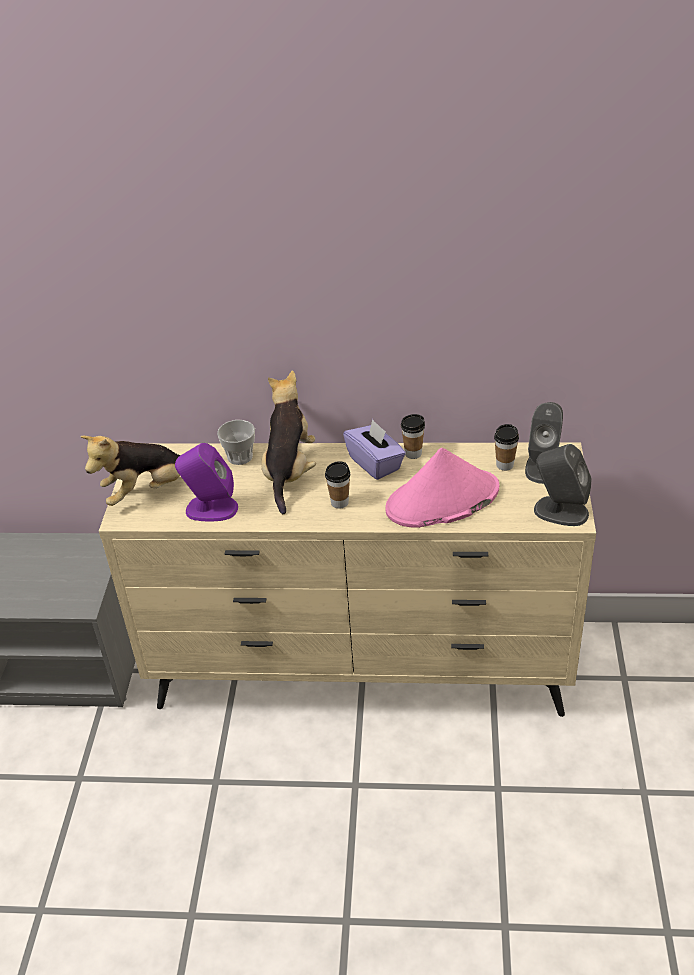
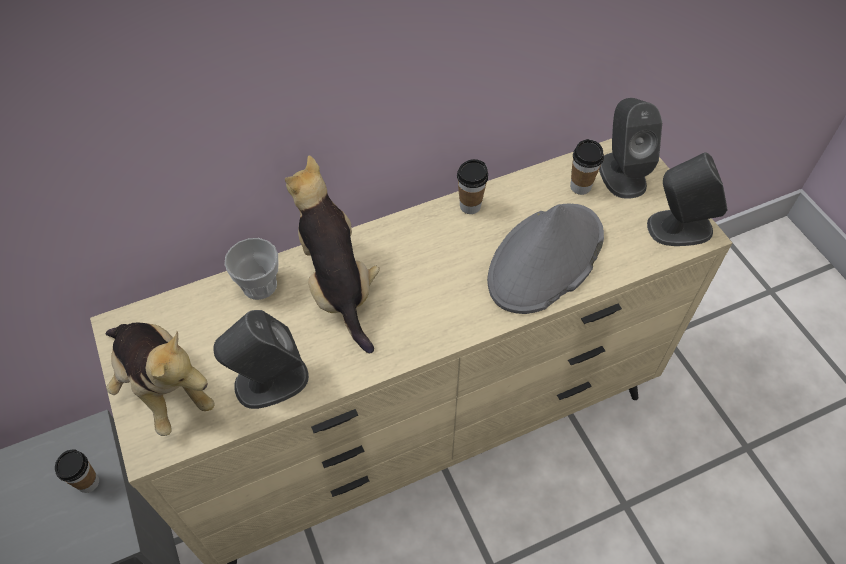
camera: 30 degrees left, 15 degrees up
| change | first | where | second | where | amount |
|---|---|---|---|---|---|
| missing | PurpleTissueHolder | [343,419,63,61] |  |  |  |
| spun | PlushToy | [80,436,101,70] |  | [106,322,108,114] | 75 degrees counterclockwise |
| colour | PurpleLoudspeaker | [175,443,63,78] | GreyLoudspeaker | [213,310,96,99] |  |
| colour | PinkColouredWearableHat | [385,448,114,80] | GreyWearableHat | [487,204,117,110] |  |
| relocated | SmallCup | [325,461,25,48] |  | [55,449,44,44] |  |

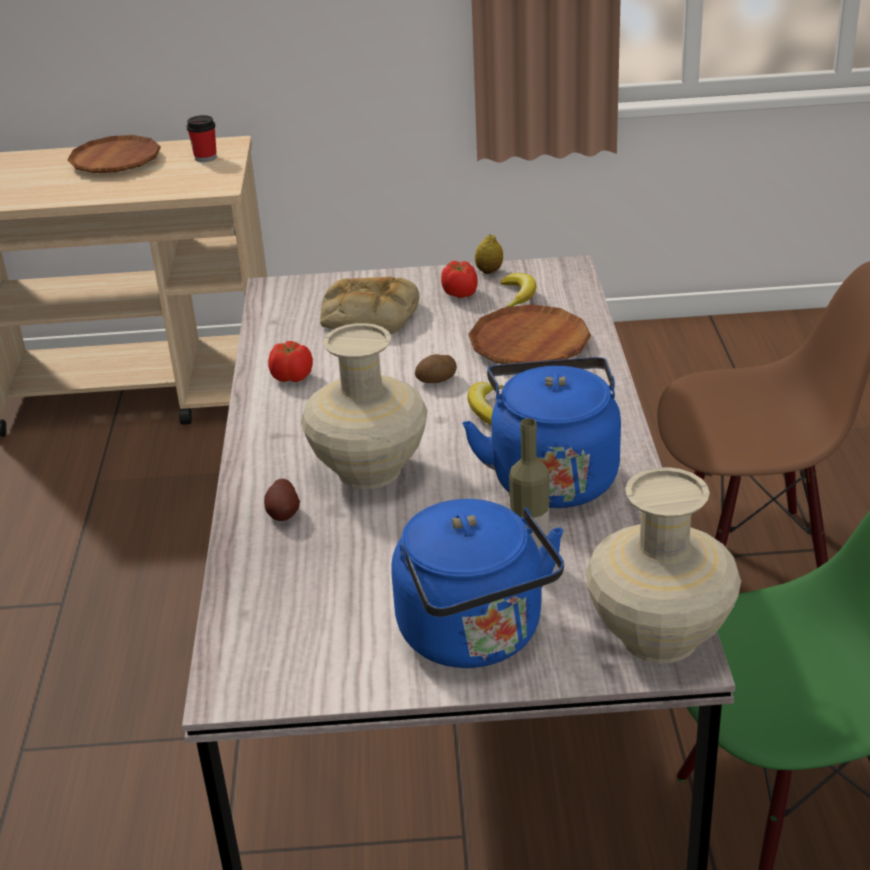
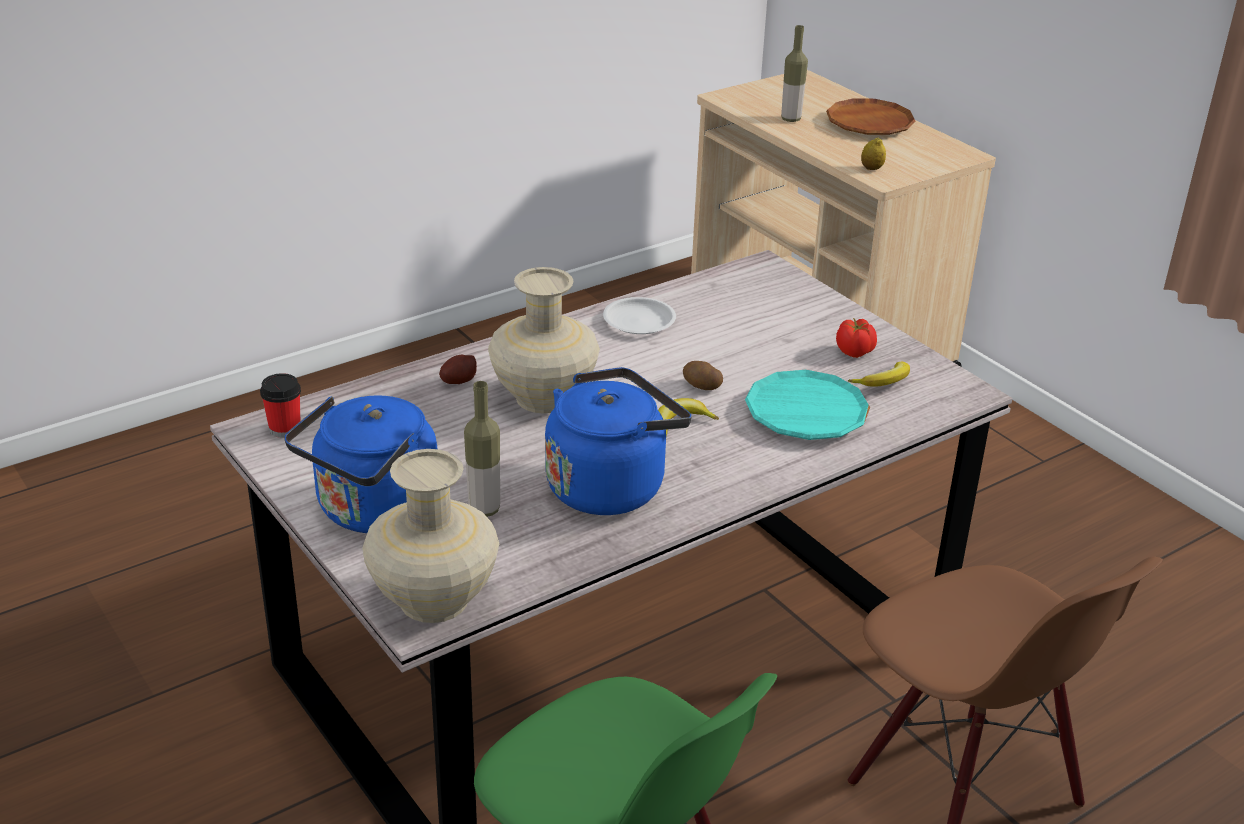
camera: 55 degrees right, 0 degrees up
| change | first | where | second | where | amount |
|---|---|---|---|---|---|
| relocated | SmallCup | [187,115,30,47] |  | [260,373,41,65] |  |
| relocated | WholeLemon | [475,234,28,40] |  | [861,137,25,33] |  |
| missing | BakeryBread | [320,276,99,58] |  |  |  |
| colour | BrownishDinnerPlate | [468,304,123,60] | TurquoiseDinnerPlate | [745,370,125,70] |  |
| exchanged | WholeTomato | [268,341,45,41] | WhiteDinnerPlate | [603,297,73,37] |  |
| appeared |  |  | BeverageBottle | [781,25,27,97] |  |

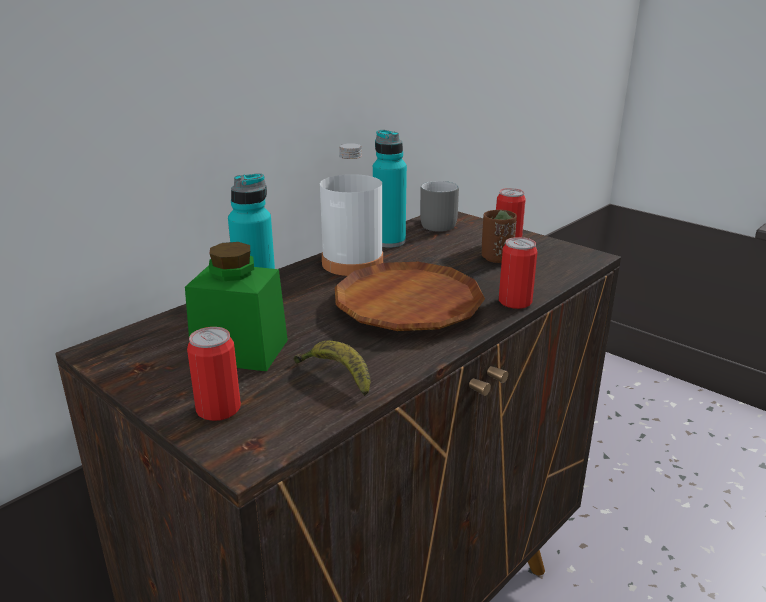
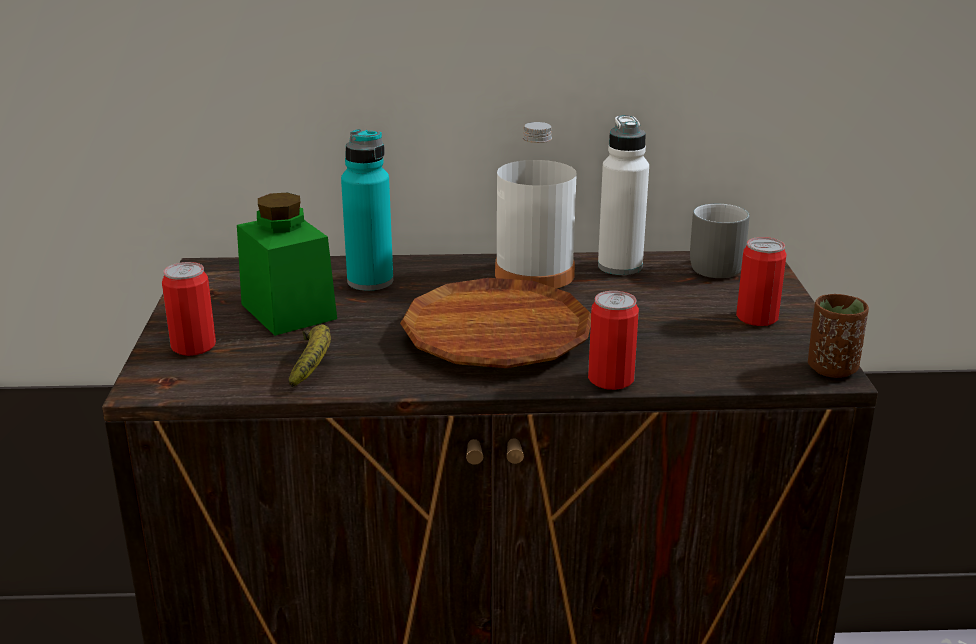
camera: 45 degrees right, 0 degrees up
| change | first | where | second | where | amount |
|---|---|---|---|---|---|
| colour | TurquoiseBeverageBottle | [373,130,34,118] | WhiteBeverageBottle | [598,115,51,160] |  |
| relocated | BrownishSmallCup | [482,210,35,53] |  | [808,294,61,84] |  |

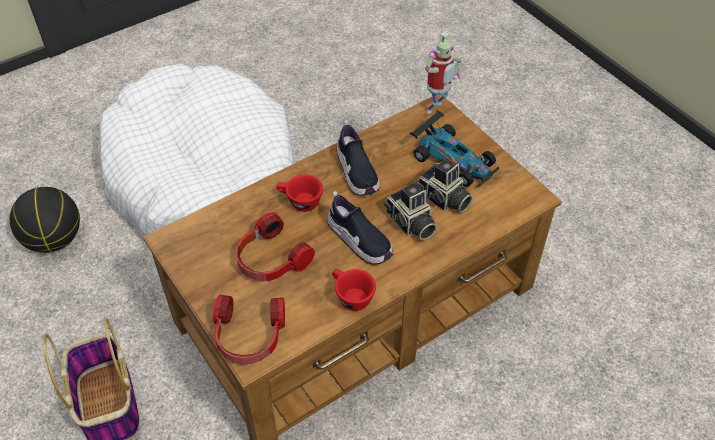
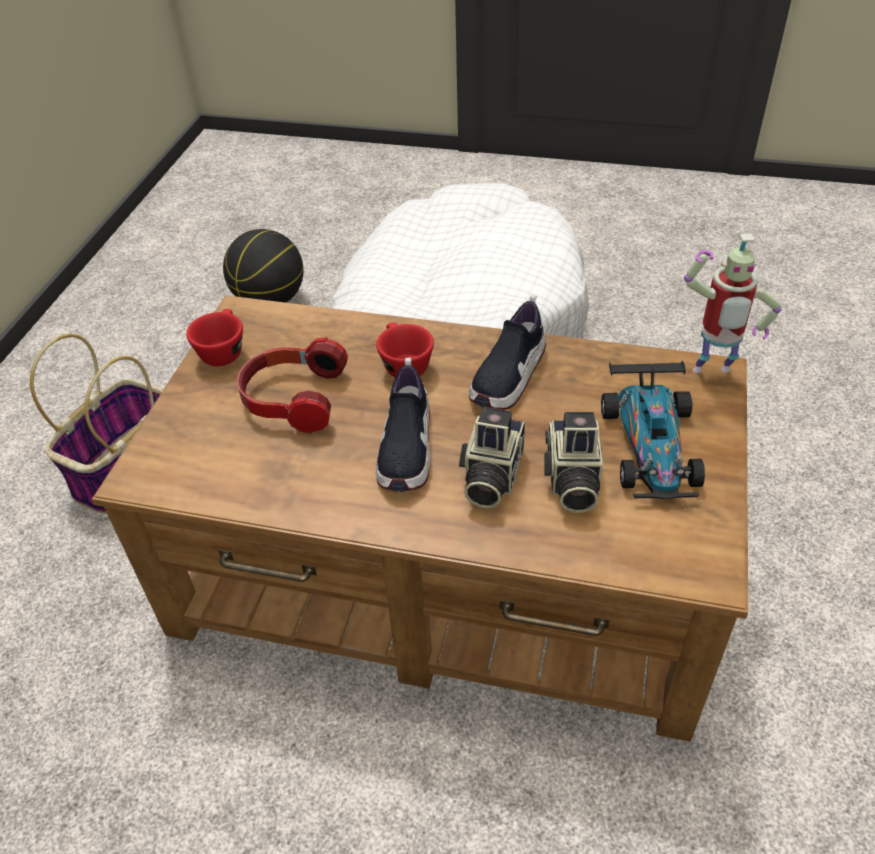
camera: 50 degrees right, 5 degrees down
| change | first | where | second | where | amount |
|---|---|---|---|---|---|
| relocated | RedSmallCup | [332,269,44,42] |  | [186,309,57,57] |  |
| missing | Headphones | [213,295,72,70] |  |  |  |

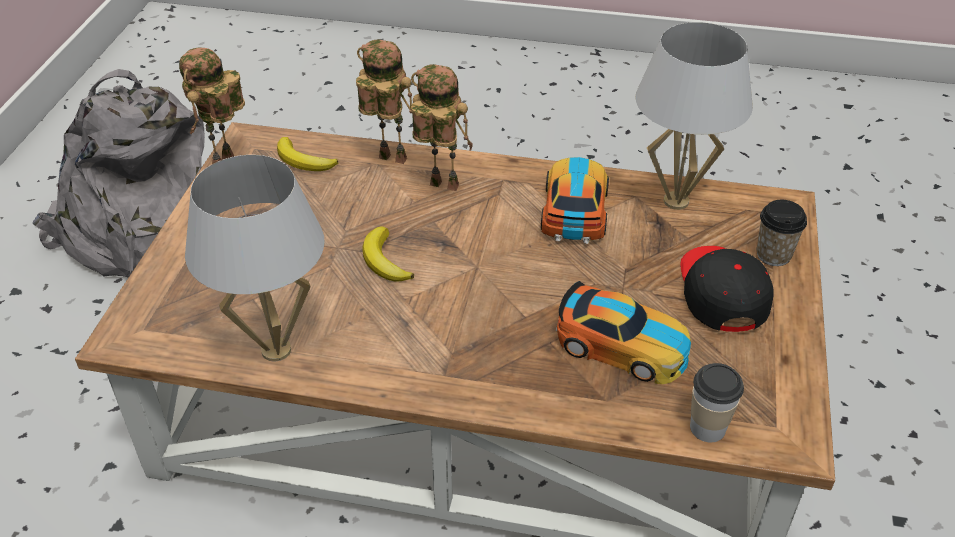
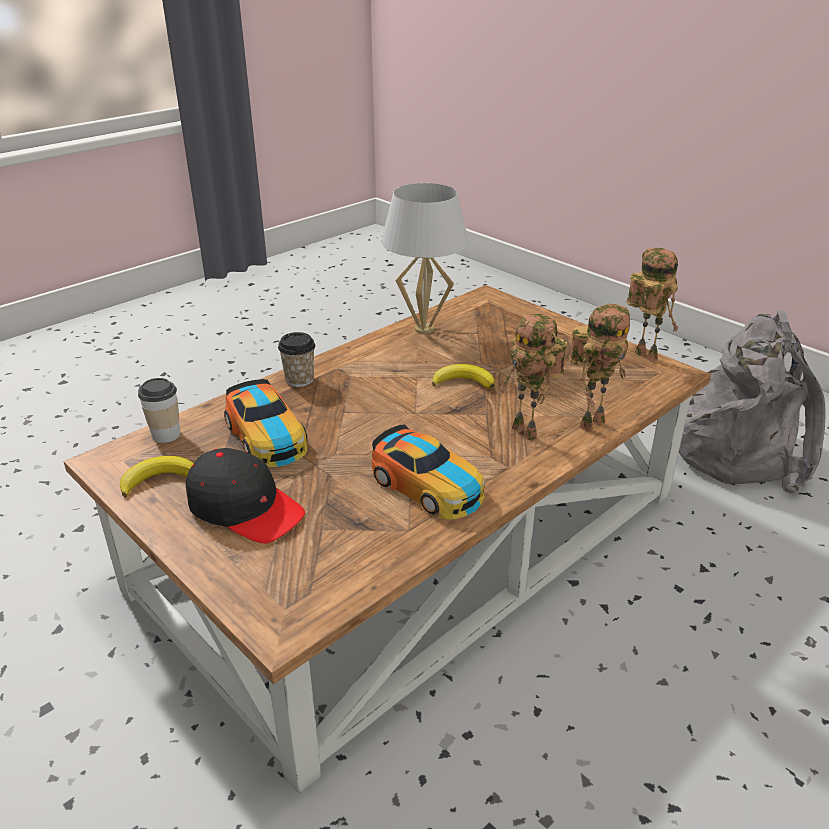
camera: 125 degrees right, 10 degrees down
| change | first | where | second | where | amount |
|---|---|---|---|---|---|
| missing | WhiteTableLamp | [635,22,118,188] |  |  |  |
| spun | ModelRobot | [411,64,62,127] |  | [498,314,69,127] | 90 degrees clockwise |
| relocated | BananaFruit | [277,137,61,34] |  | [120,456,74,42] |  |
| relocated | SmallCup | [757,200,50,66] |  | [278,332,37,55] |  |
| spun | ModelCar | [555,281,136,103] |  | [224,379,84,88] | 90 degrees counterclockwise |

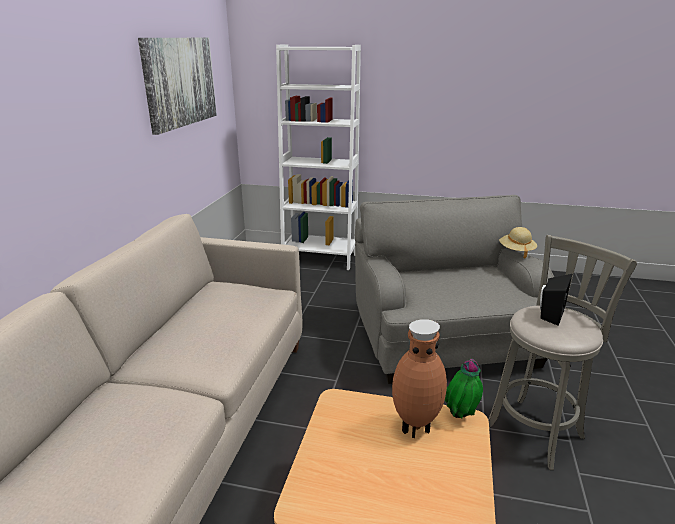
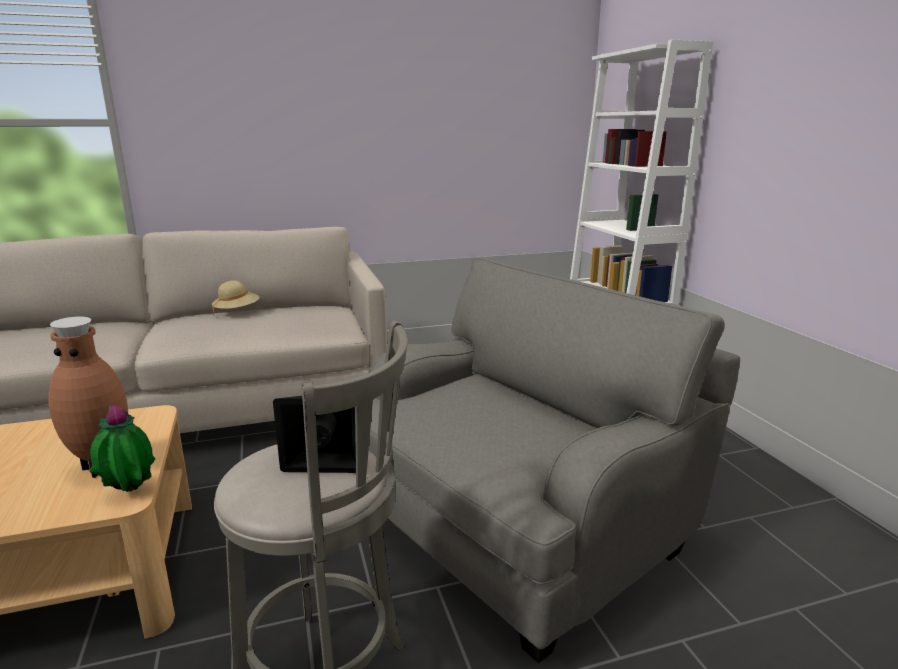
camera: 60 degrees right, 5 degrees down
| change | first | where | second | where | amount |
|---|---|---|---|---|---|
| missing | Picture | [138,38,79,97] |  |  |  |
| relocated | BeigeWearableHat | [499,227,38,32] |  | [212,280,48,34] |  |

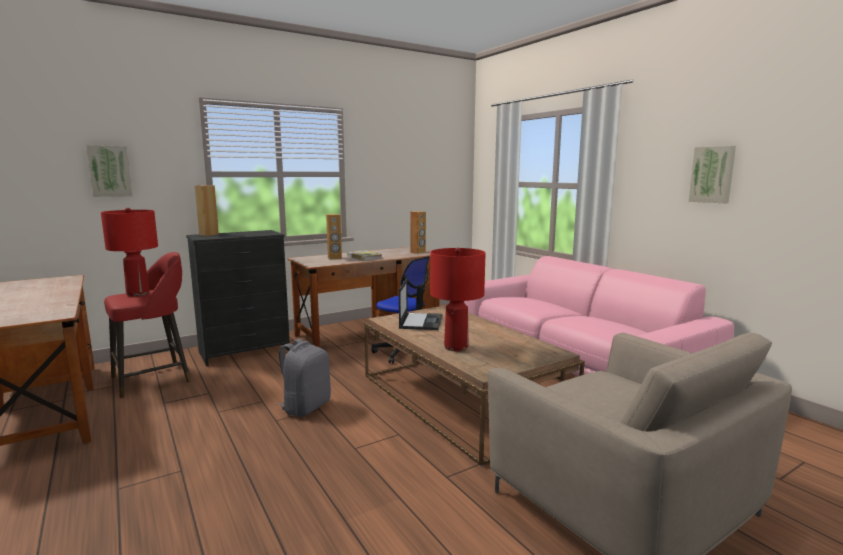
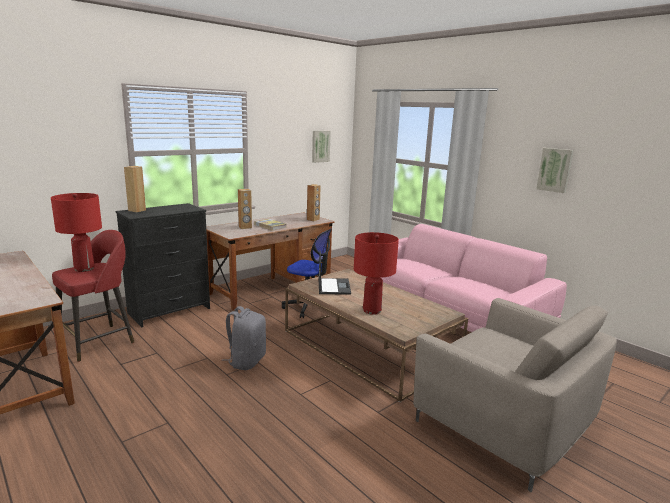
camera: 10 degrees left, 5 degrees up
| change | first | where | second | where | amount |
|---|---|---|---|---|---|
| relocated | Picture | [86,145,46,52] |  | [312,131,19,32] |  |

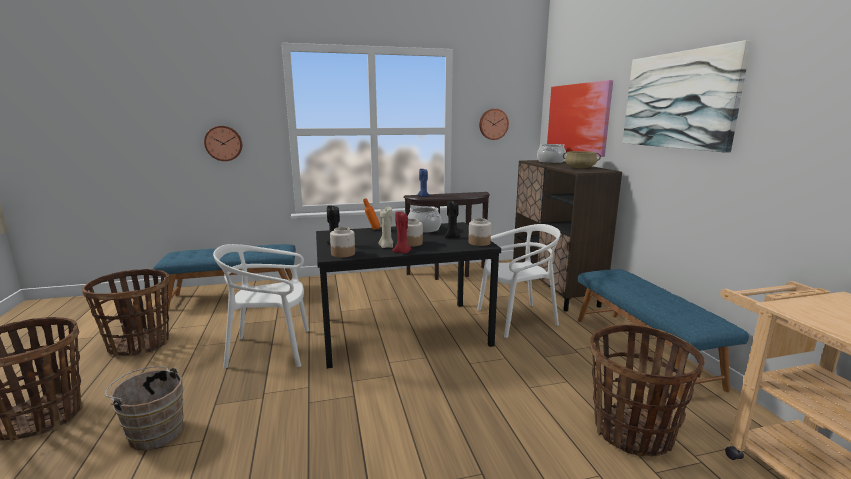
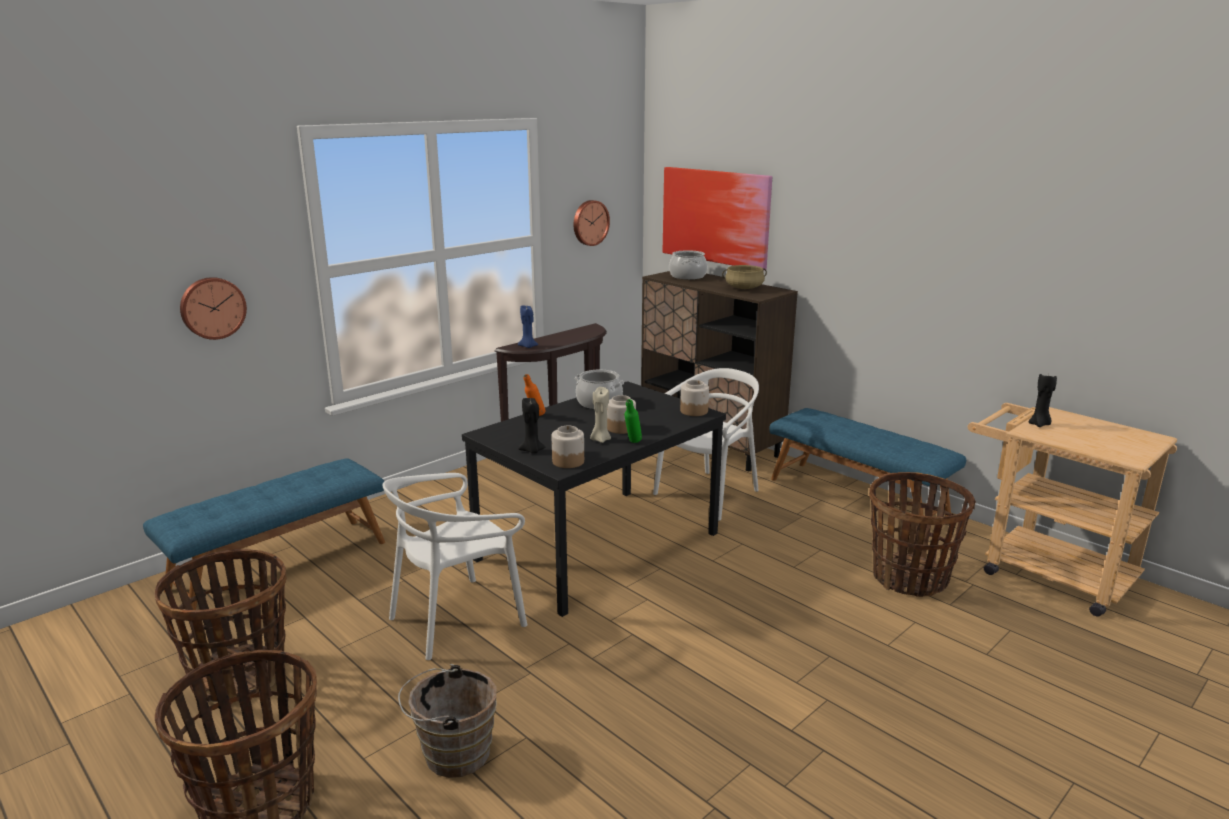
camera: 30 degrees left, 5 degrees up
| change | first | where | second | where | amount |
|---|---|---|---|---|---|
| missing | Picture | [623,40,129,113] |  |  |  |
| relocated | BlackWaxLight | [445,201,15,37] |  | [1029,374,28,53] |  |
| exchanged | RedWaxLight | [392,212,19,41] | GreenishBeverageBottle | [624,399,18,44] |  |

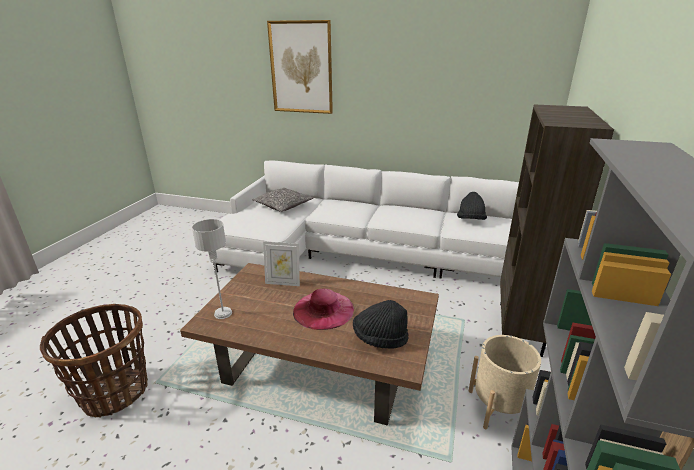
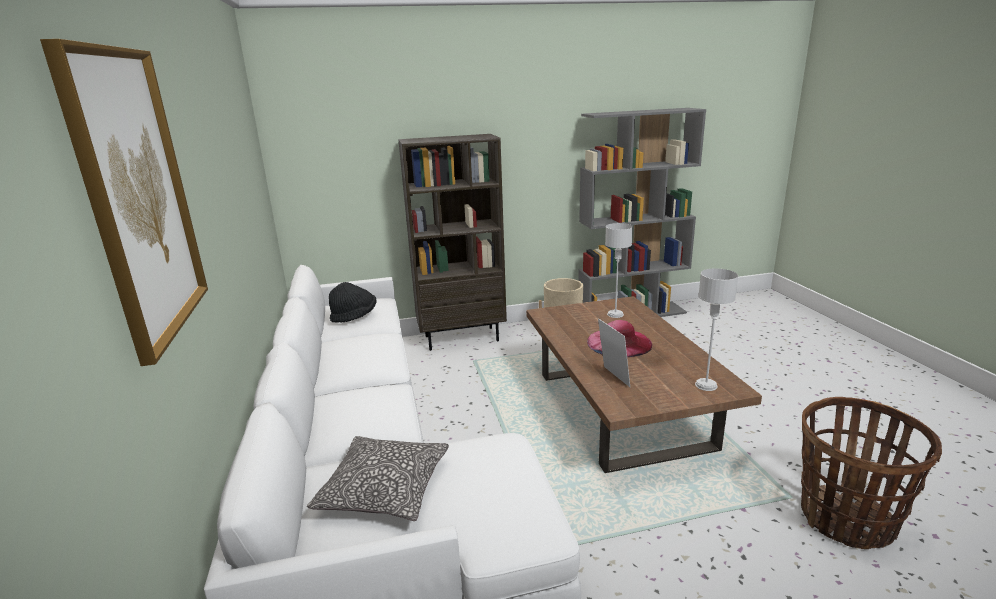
camera: 120 degrees left, 5 degrees down
| change | first | where | second | where | amount |
|---|---|---|---|---|---|
| exchanged | BlackWearableHat | [353,300,56,49] | GreyTableLamp | [605,223,28,95] |  |

